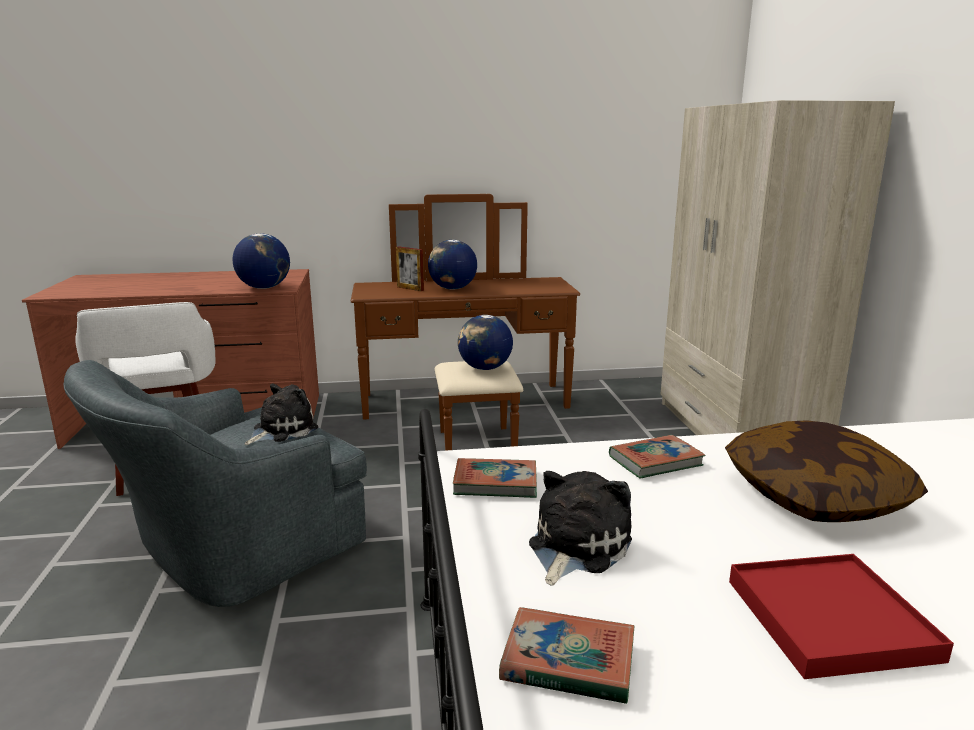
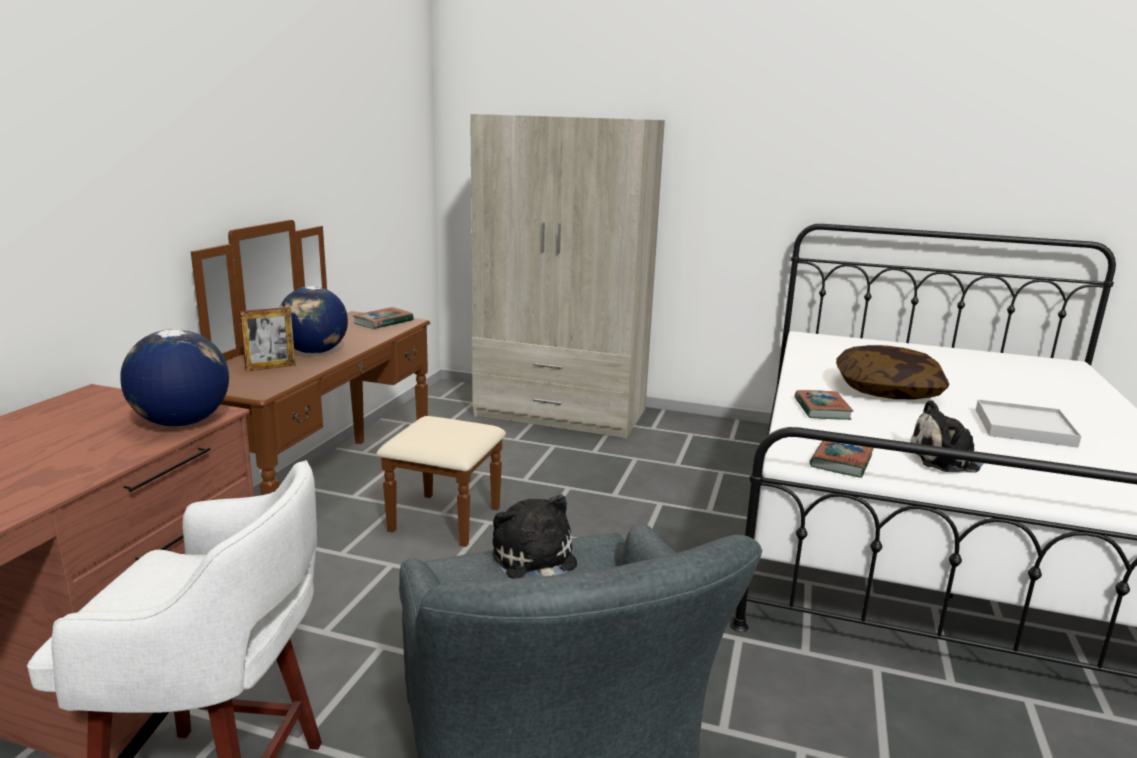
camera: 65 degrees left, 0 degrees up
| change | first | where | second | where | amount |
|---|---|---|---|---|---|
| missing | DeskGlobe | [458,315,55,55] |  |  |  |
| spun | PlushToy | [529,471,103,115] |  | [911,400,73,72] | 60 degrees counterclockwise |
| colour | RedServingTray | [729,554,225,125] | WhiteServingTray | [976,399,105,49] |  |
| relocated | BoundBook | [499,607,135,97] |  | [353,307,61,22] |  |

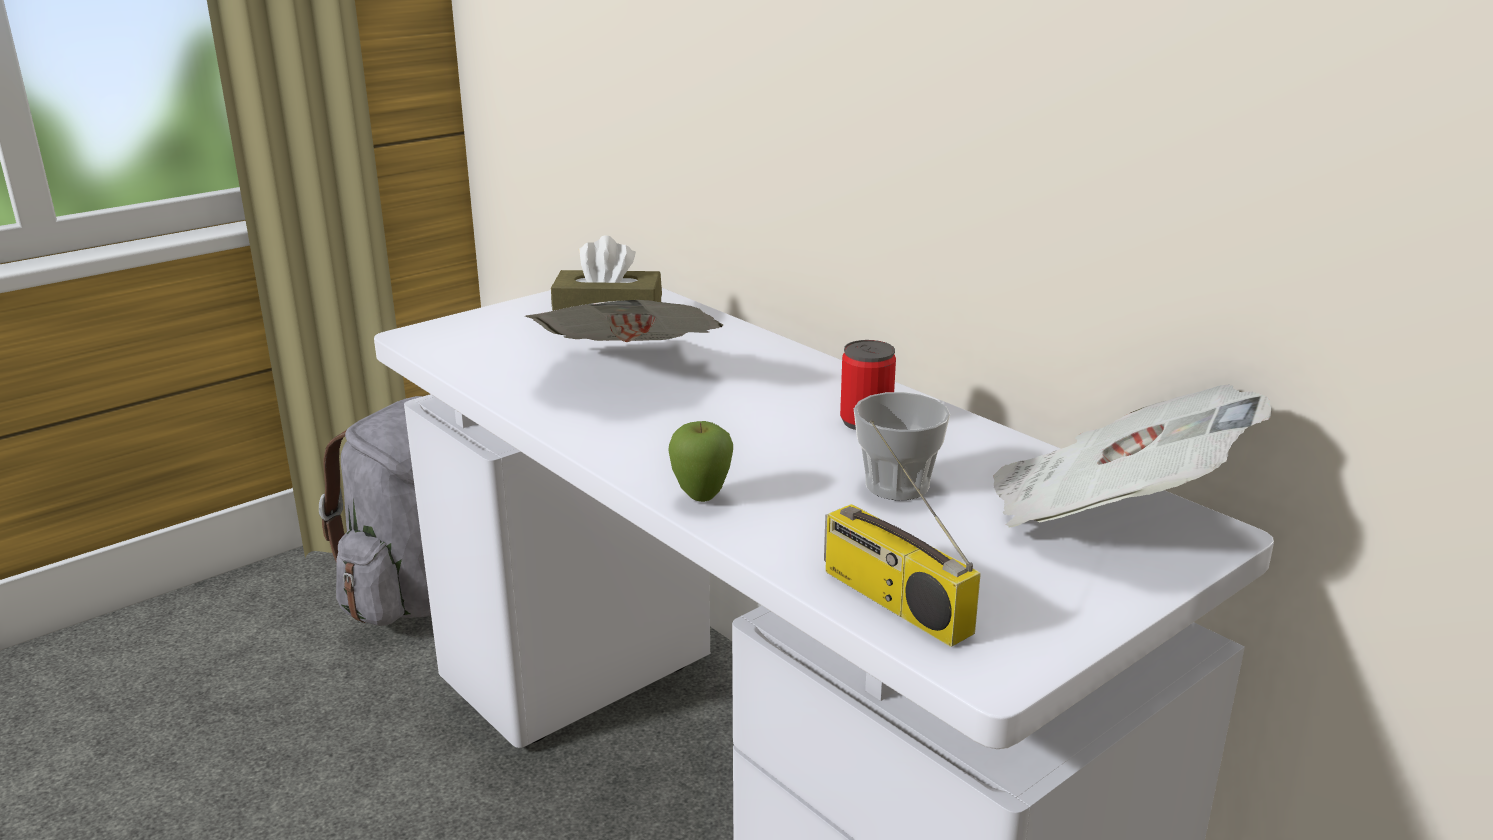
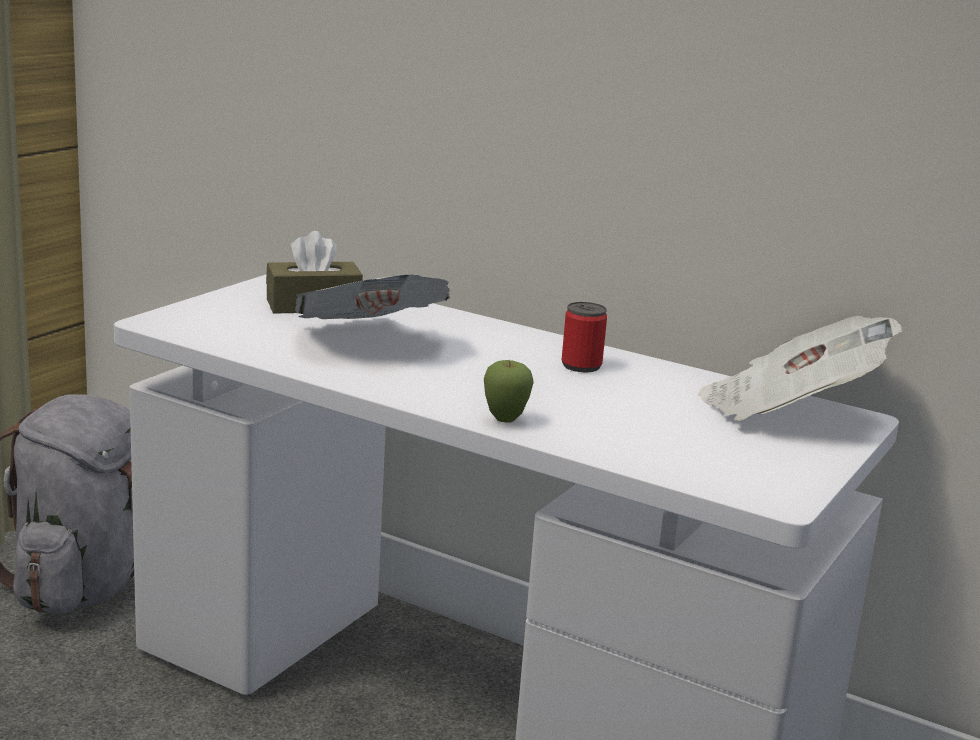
camera: 20 degrees left, 5 degrees down
| change | first | where | second | where | amount |
|---|---|---|---|---|---|
| missing | SmallCup | [854,392,96,108] |  |  |  |
| missing | RadioReceiver | [824,420,157,227] |  |  |  |

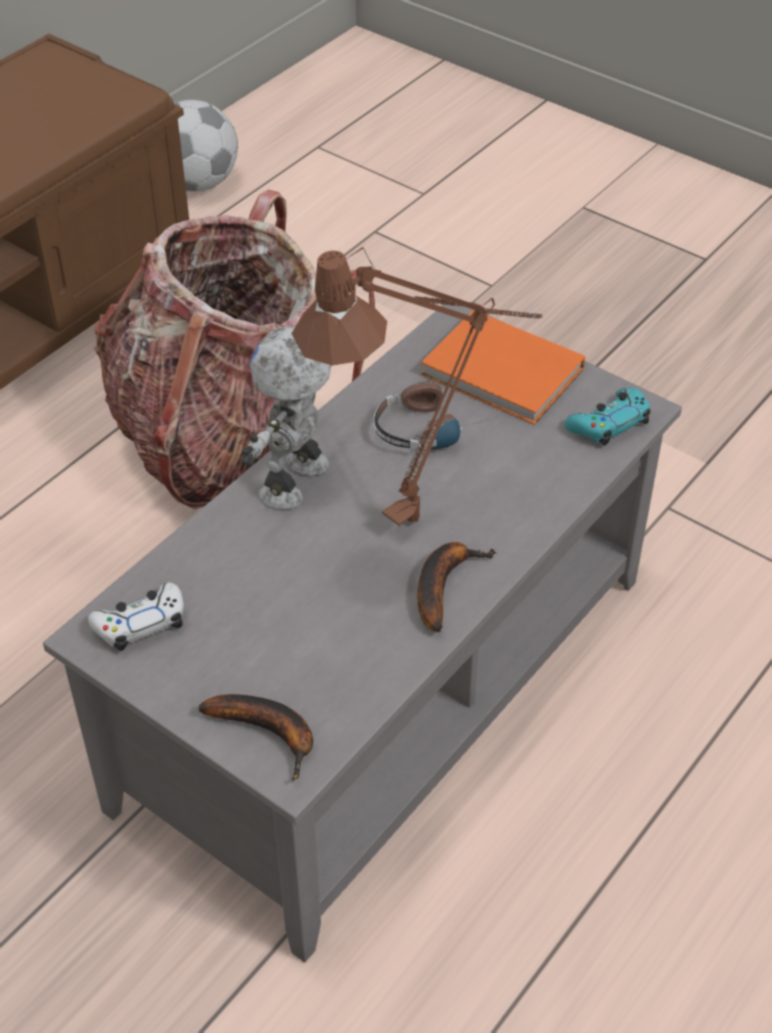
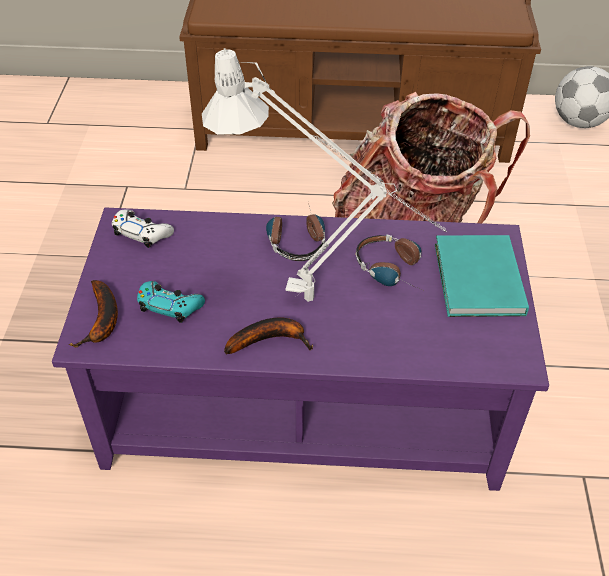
camera: 55 degrees right, 0 degrees up
| change | first | where | second | where | amount |
|---|---|---|---|---|---|
| colour | BrownishTableLamp | [291,247,251,279] | GreyTableLamp | [202,48,245,254] |  |
| colour | GreyLoungeTable | [43,304,639,658] | PurpleLoungeTable | [52,207,497,284] |  |
| colour | OrangeBoundBook | [421,310,164,115] | TurquoiseBoundBook | [435,235,94,82] |  |
| exchanged | ModelRobot | [242,327,90,182] | Headphones | [266,203,60,58] |  |
| relocated | TurquoiseGamepad | [565,388,86,58] |  | [137,281,68,42] |  |

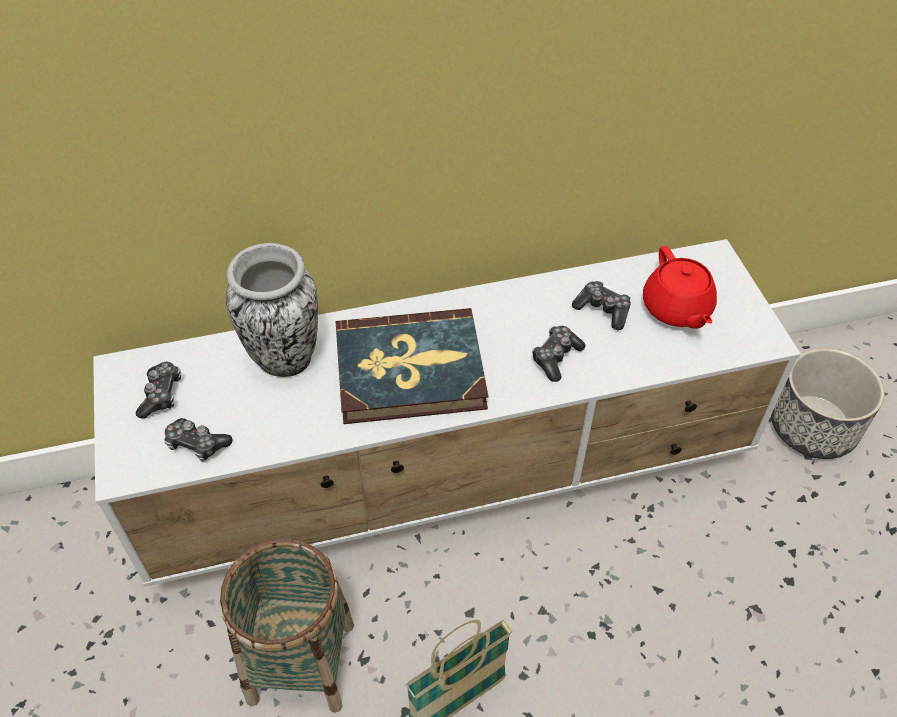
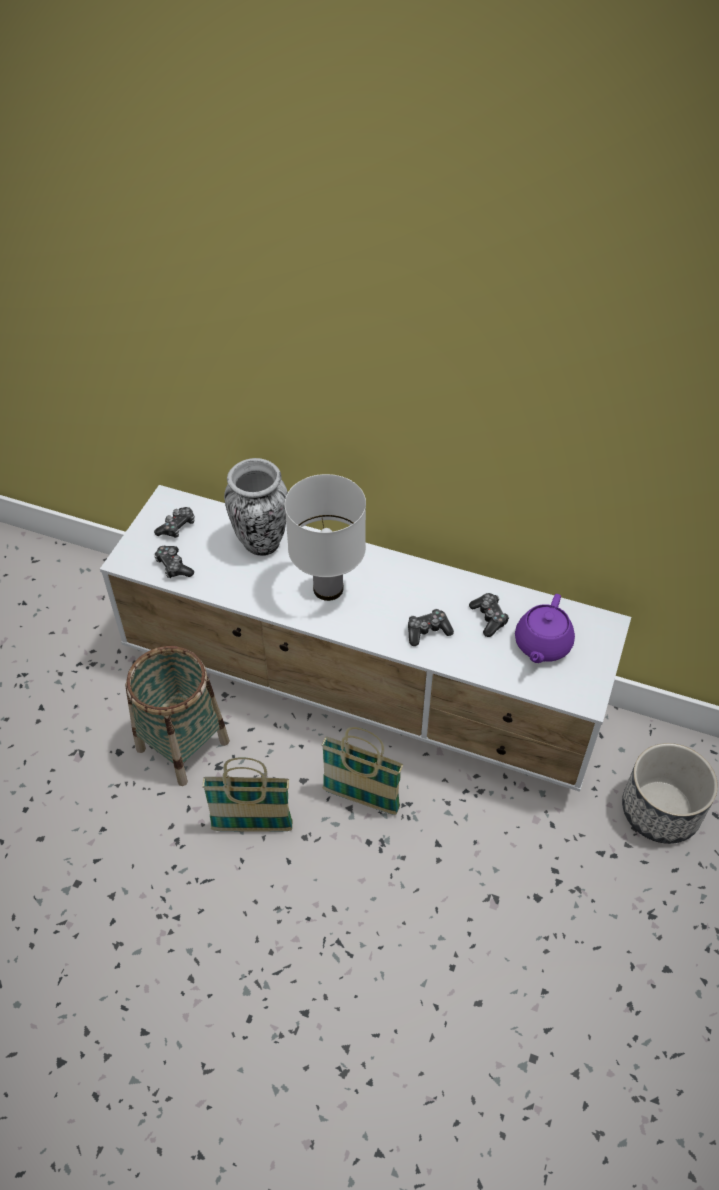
camera: 35 degrees right, 0 degrees up
| change | first | where | second | where | amount |
|---|---|---|---|---|---|
| colour | RedPotForTea | [643,246,74,82] | PurplePotForTea | [515,594,60,69] |  |
| exchanged | BoundBook | [336,308,152,116] | WhiteTableLamp | [285,474,81,127] |  |
| appeared |  |  | Basket | [321,727,82,88] |  |

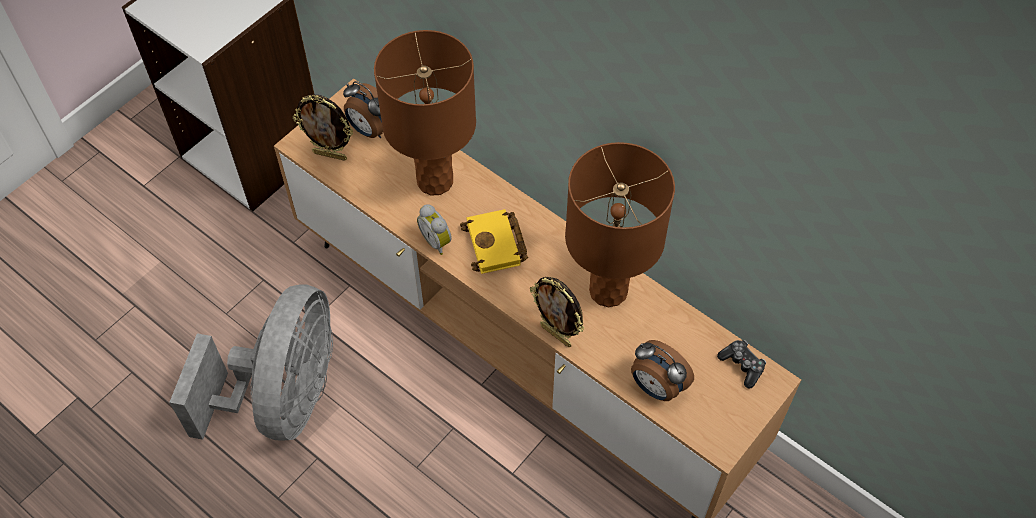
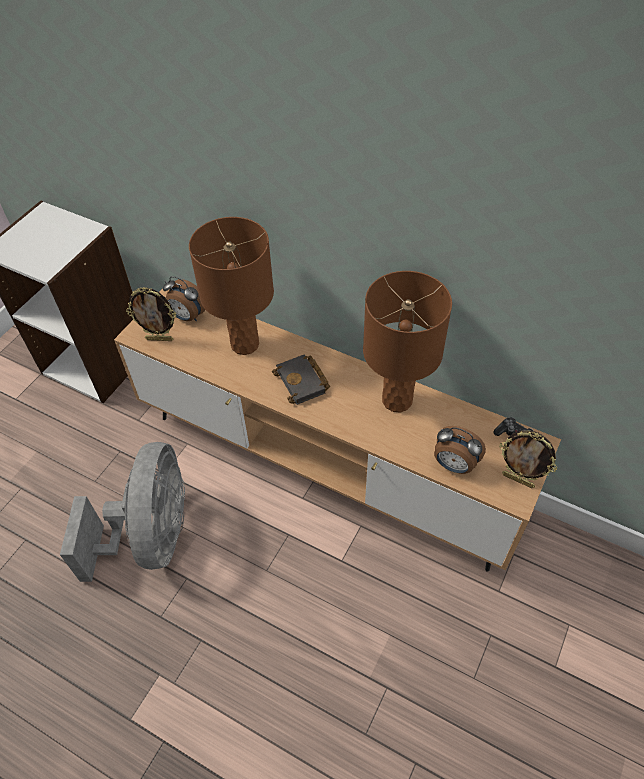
camera: 10 degrees left, 5 degrees down
| change | first | where | second | where | amount |
|---|---|---|---|---|---|
| missing | AlarmClock | [417,204,35,51] |  |  |  |
| colour | YellowColouredBoundBook | [460,209,68,65] | BlackBoundBook | [272,355,58,50] |  |
| relocated | PictureFrame | [530,277,54,70] |  | [499,430,58,58] |  |

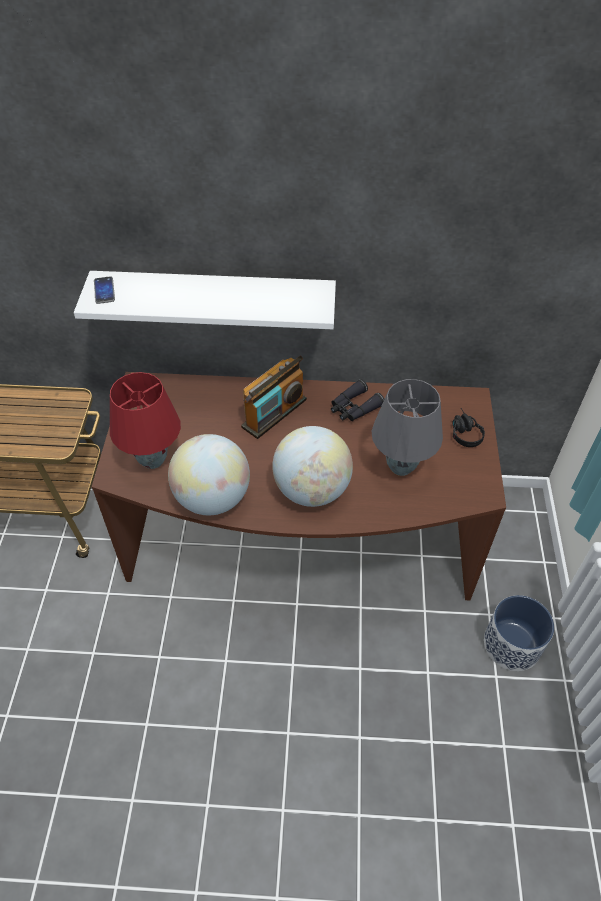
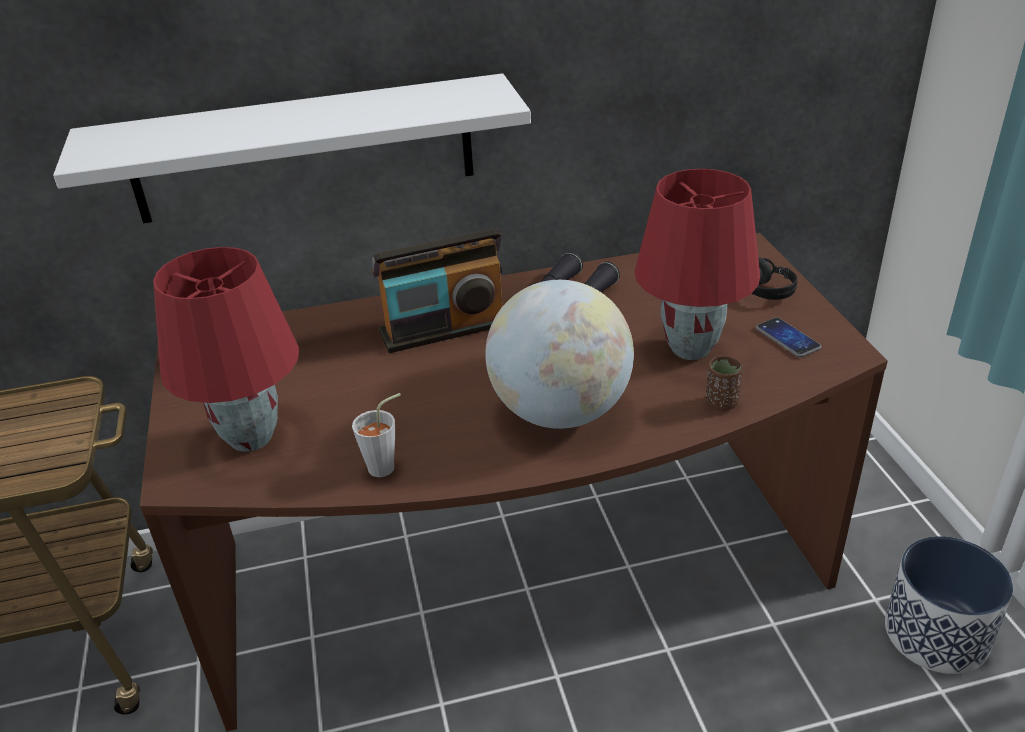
camera: 15 degrees left, 15 degrees down
| change | first | where | second | where | amount |
|---|---|---|---|---|---|
| relocated | Phone | [94,276,21,28] |  | [756,317,66,40] |  |
| spun | RadioReceiver | [241,355,66,84] |  | [372,229,130,124] | 45 degrees clockwise |
| colour | GreyTableLamp | [371,379,72,97] | RedTableLamp | [634,169,126,191] |  |
| exchanged | DeskGlobe | [168,434,82,81] | GreySmallCup | [352,393,49,84] |  |
| appeared |  |  | BrownishSmallCup | [706,356,37,55] |  |

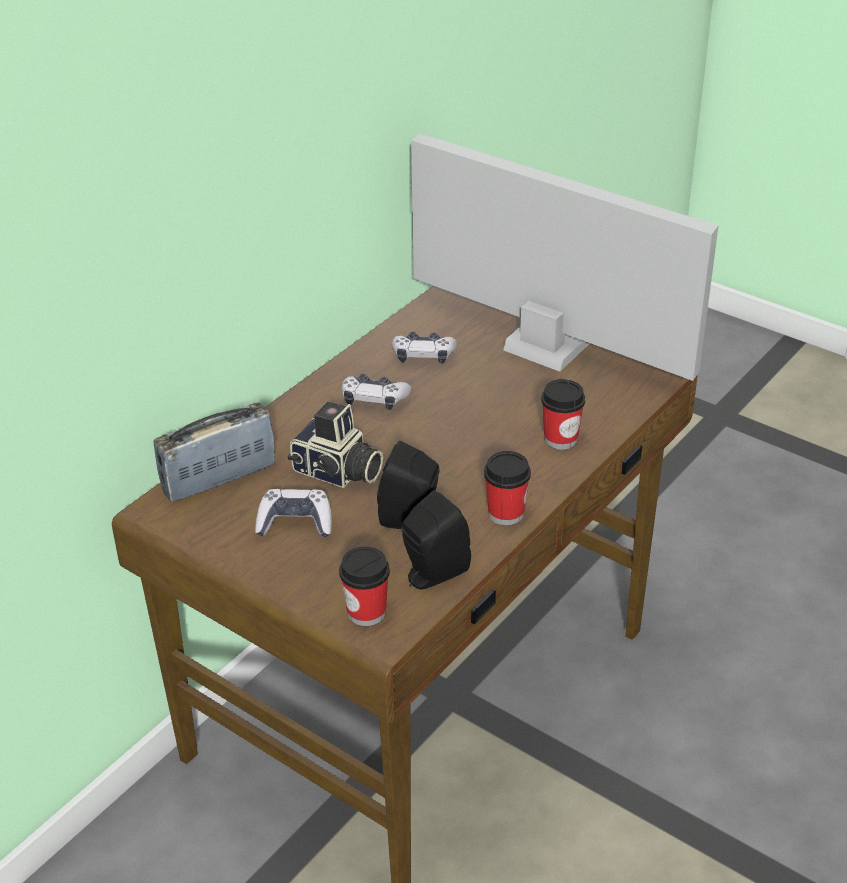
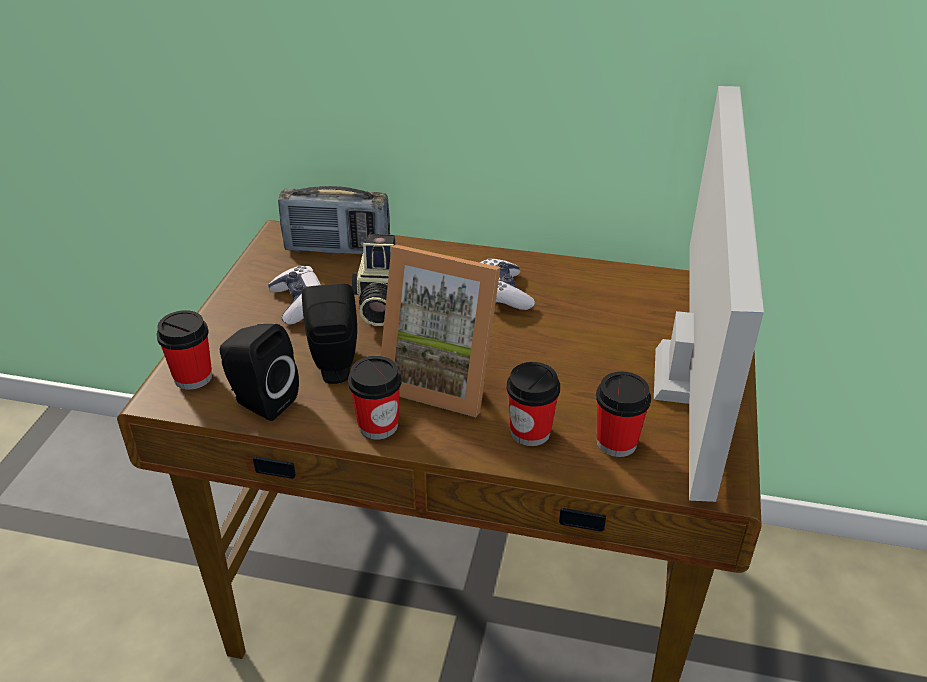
camera: 65 degrees right, 0 degrees up
| change | first | where | second | where | amount |
|---|---|---|---|---|---|
| missing | Gamepad | [392,332,65,32] |  |  |  |
| spun | RadioReceiver | [153,402,122,100] |  | [278,186,112,68] | 150 degrees clockwise |
| appeared |  |  | PictureFrame | [381,245,119,172] |  |
| appeared |  |  | SmallCup | [596,372,55,85] |  |

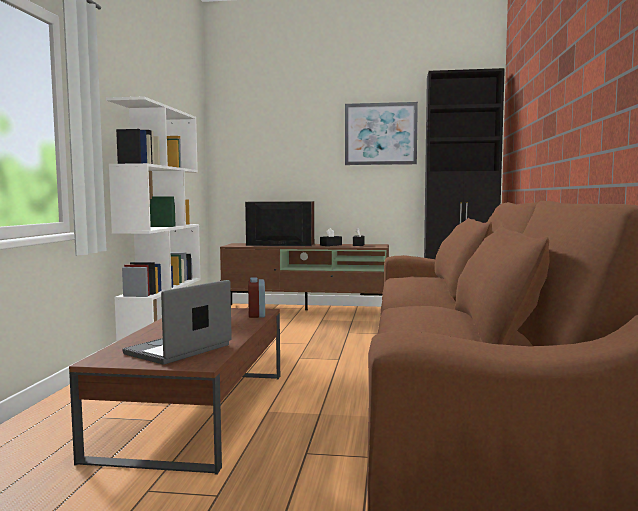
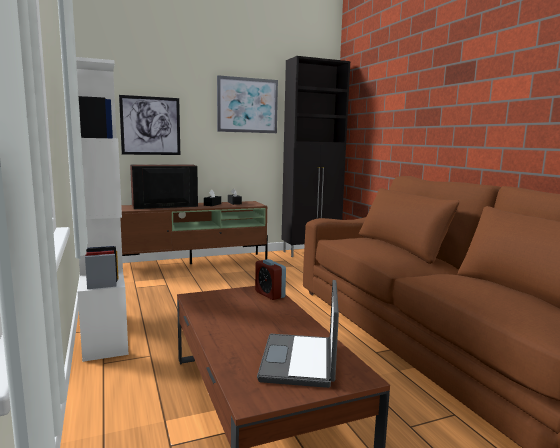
camera: 30 degrees left, 5 degrees up
| change | first | where | second | where | amount |
|---|---|---|---|---|---|
| appeared |  |  | Picture | [119,95,61,60] |  |

